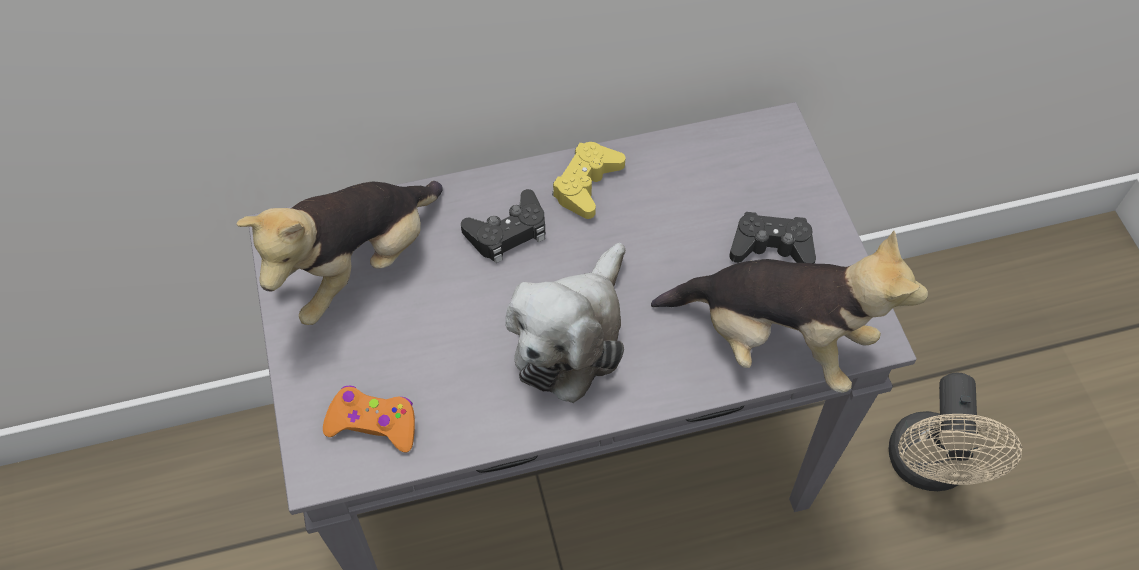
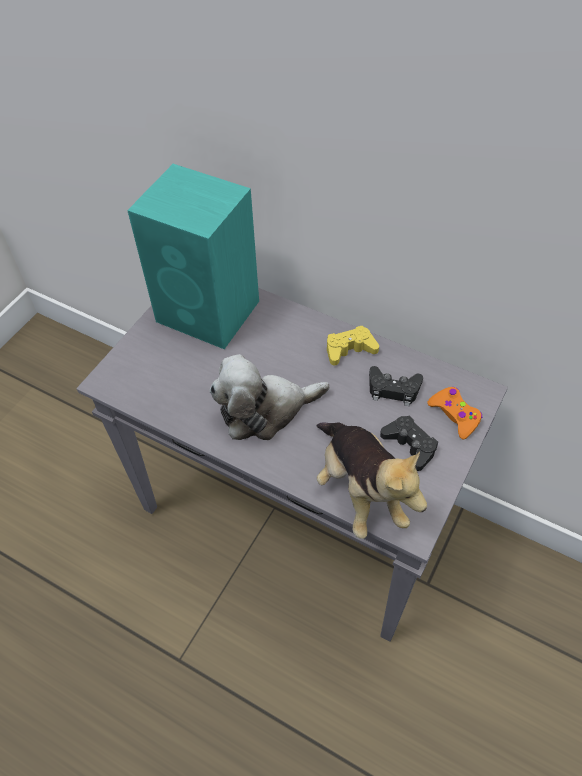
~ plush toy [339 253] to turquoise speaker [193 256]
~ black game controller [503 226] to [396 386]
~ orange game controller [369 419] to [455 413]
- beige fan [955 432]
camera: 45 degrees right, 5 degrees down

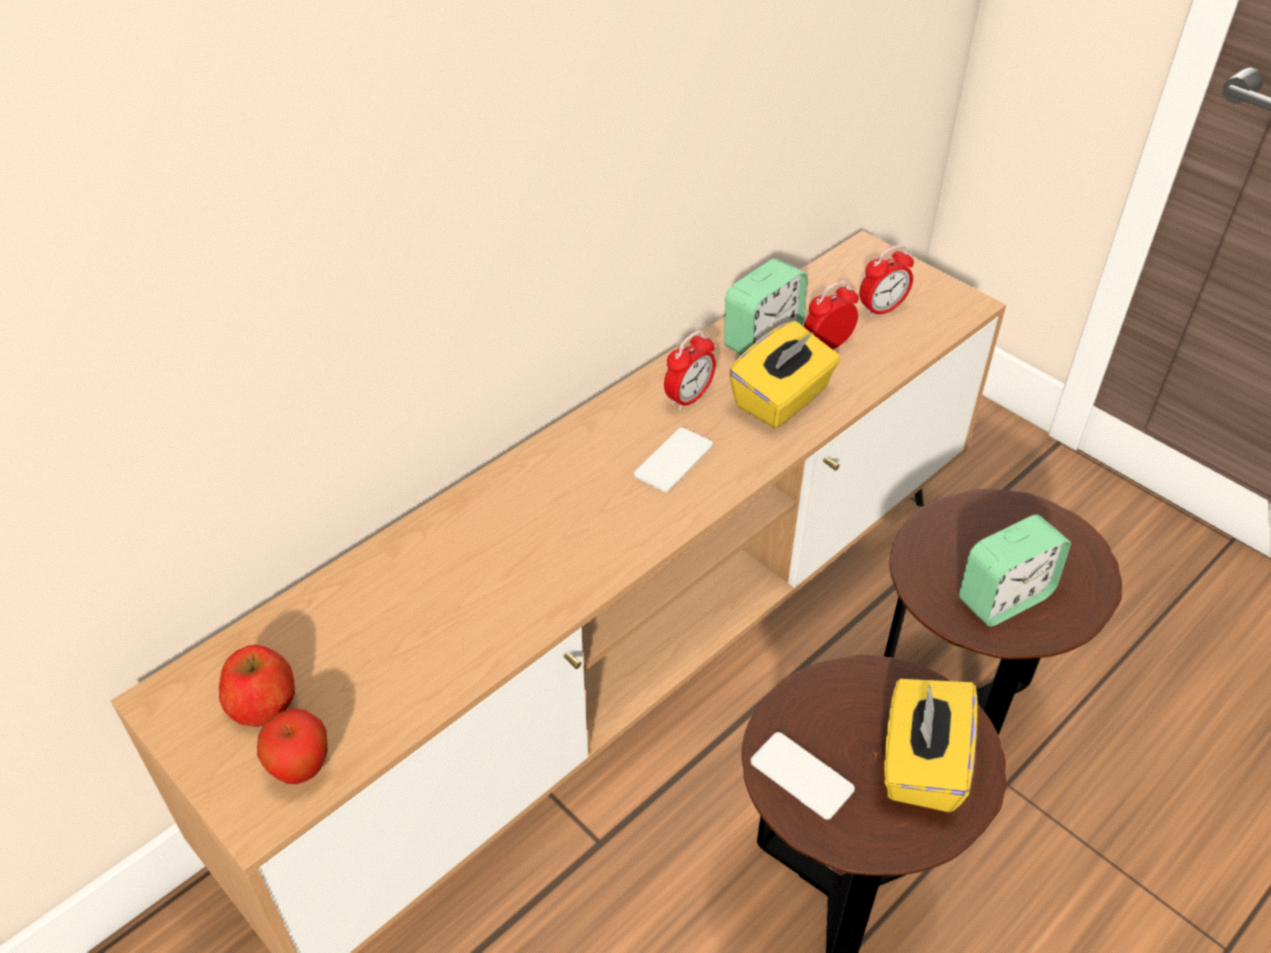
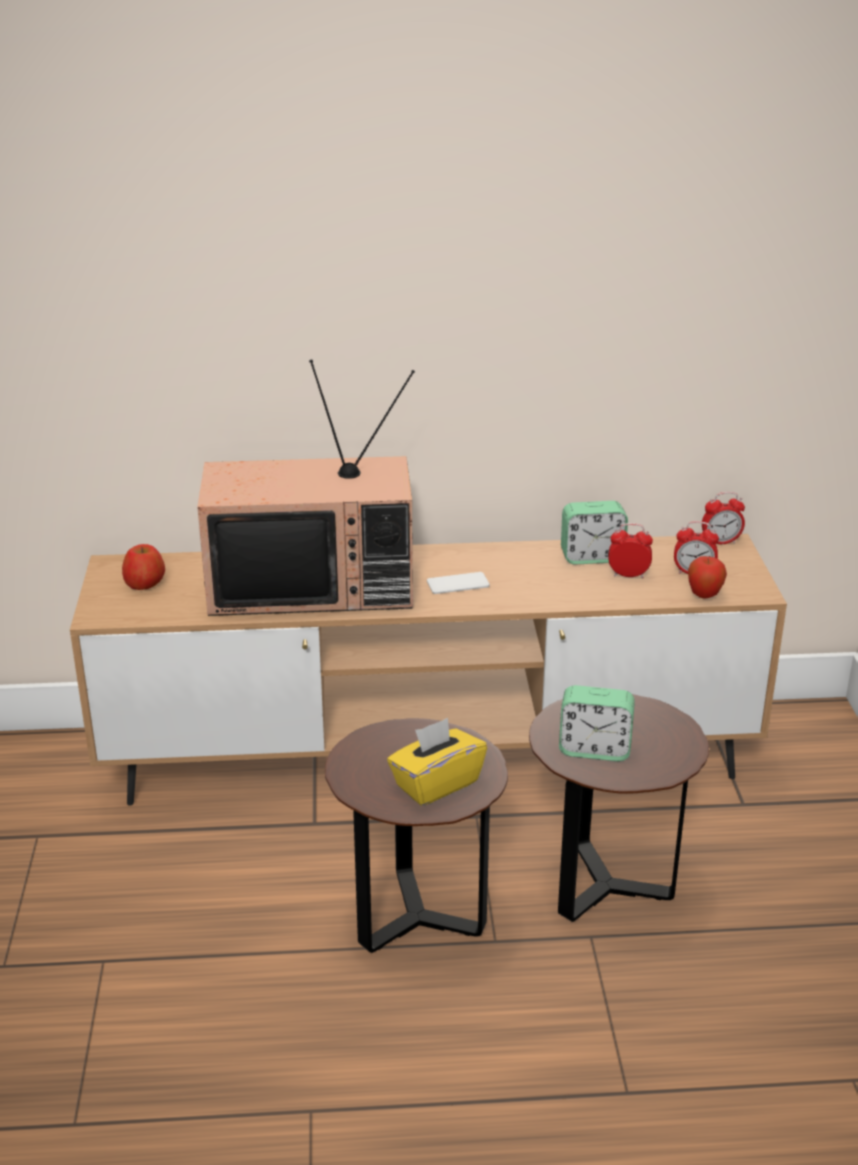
+ television [306 487]
~ apple [292 746] to [707 577]
~ alarm clock [690 370] to [723 518]
- yellow tissue box [785 374]
- phone [803 776]
camera: 40 degrees right, 15 degrees down

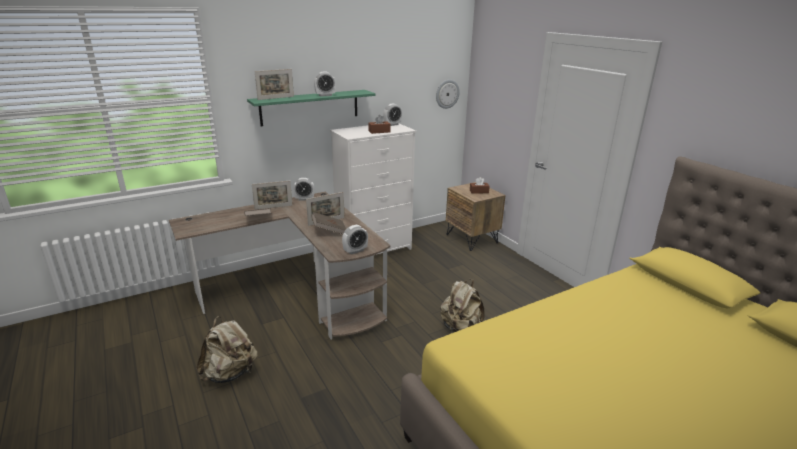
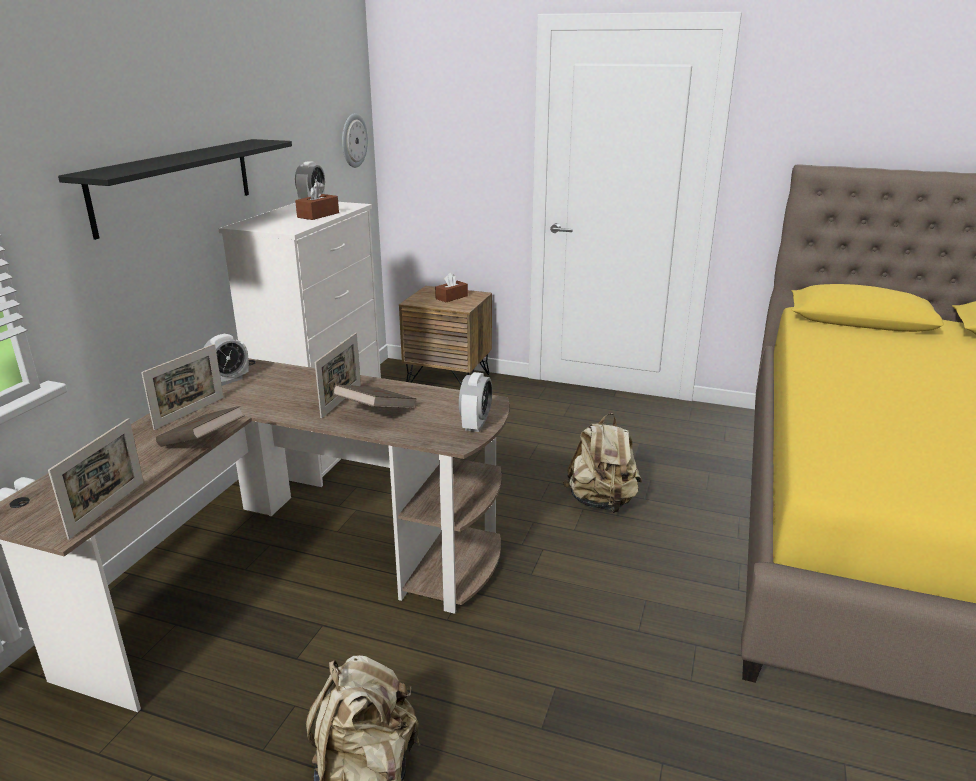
~ picture frame [274 84] to [96 479]
~ green shelf [311 108] to black shelf [175 189]
- alarm clock [325 84]
camera: 40 degrees left, 0 degrees up

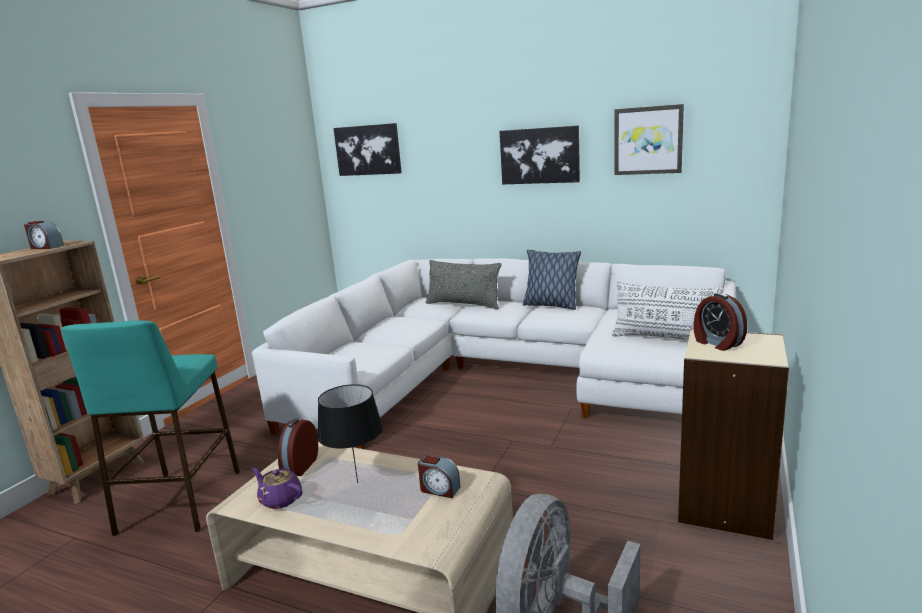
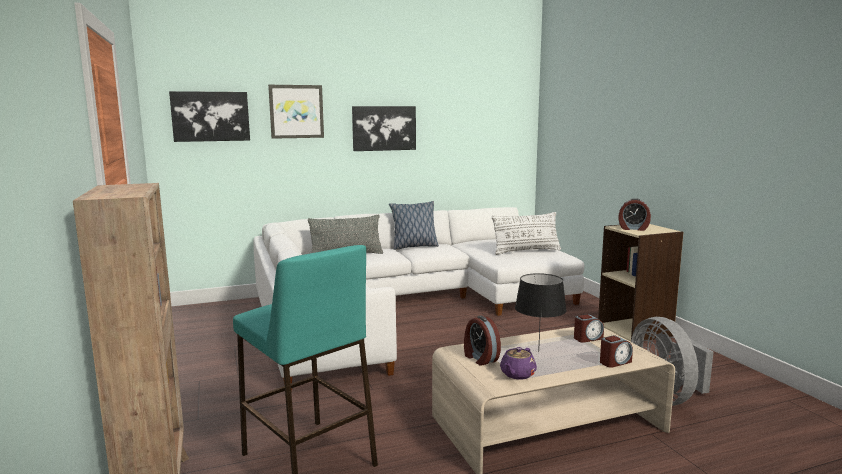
~ picture [649 139] to [296 112]
~ purple teapot [277 488] = [518 363] 45 degrees counterclockwise
~ alarm clock [44 235] to [616 351]
camera: 45 degrees left, 5 degrees down

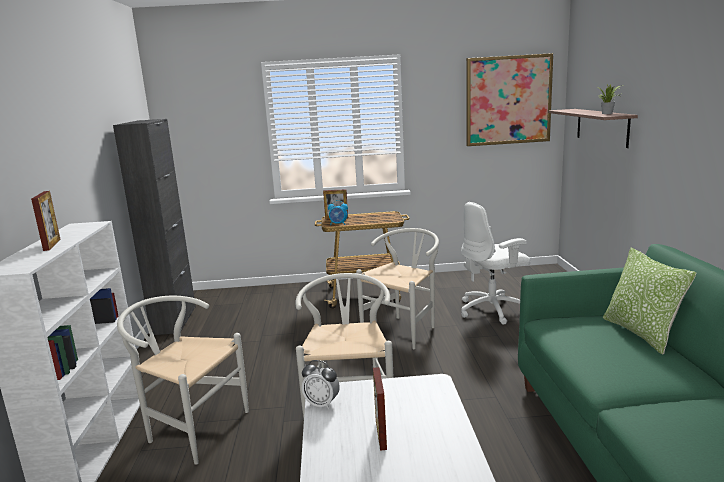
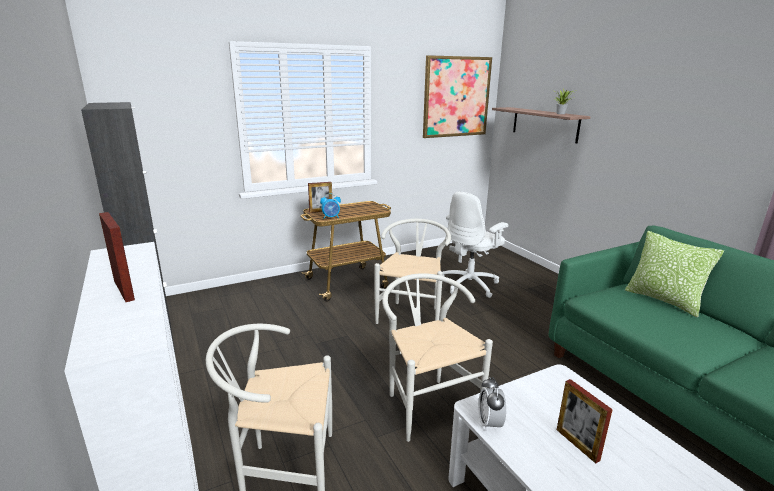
~ alarm clock [321 384] = [492 404] 90 degrees clockwise
camera: 25 degrees left, 5 degrees up

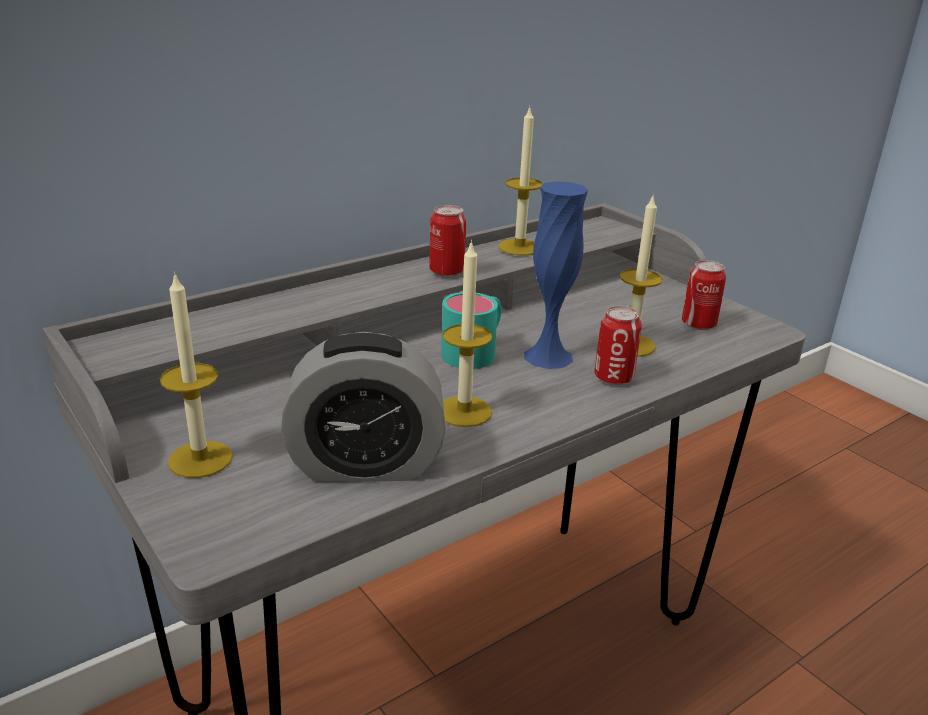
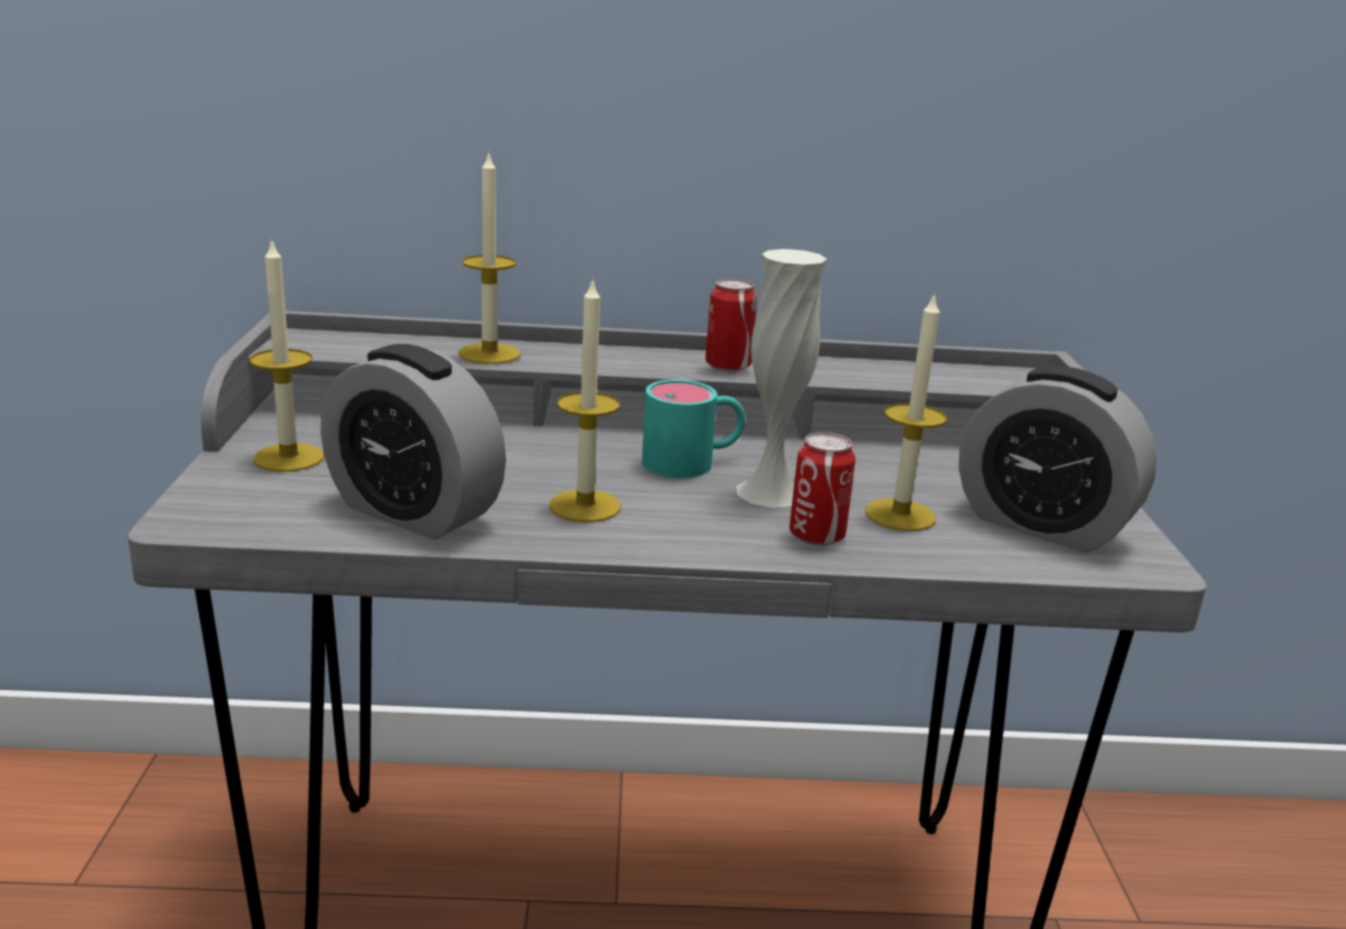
~ candle [520 180] to [489 257]
~ blue vase [556 275] to white vase [782 378]
~ can [704 295] to alarm clock [1058 459]
camera: 35 degrees right, 5 degrees down

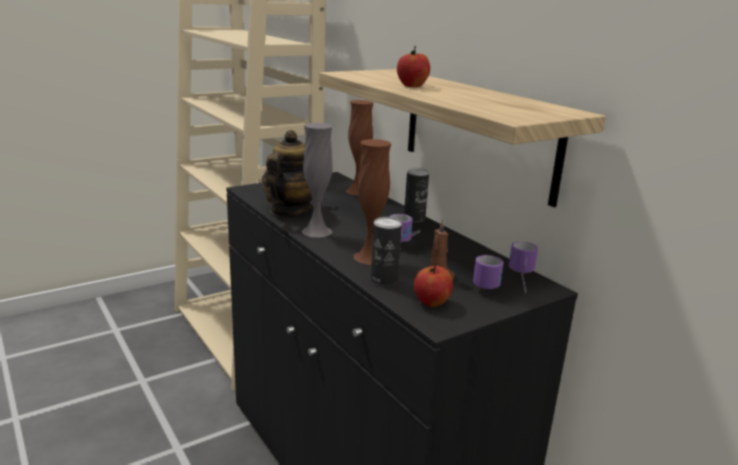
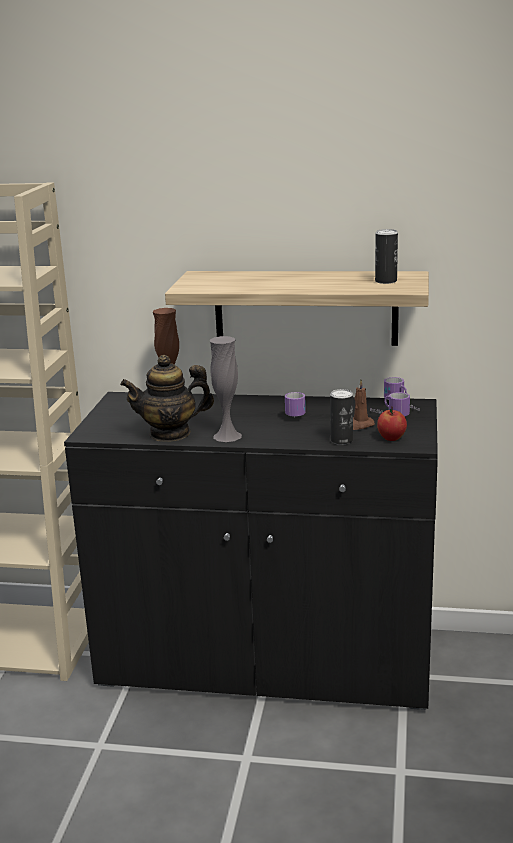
~ teapot [287 173] = [167 398] 75 degrees counterclockwise
~ can [416 195] to [386 256]
- brown vase [372 202]
- apple [413 66]
camera: 45 degrees left, 0 degrees up

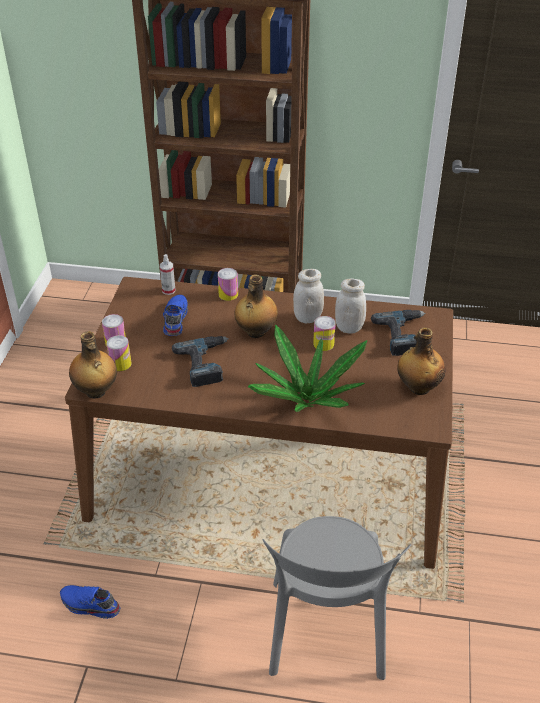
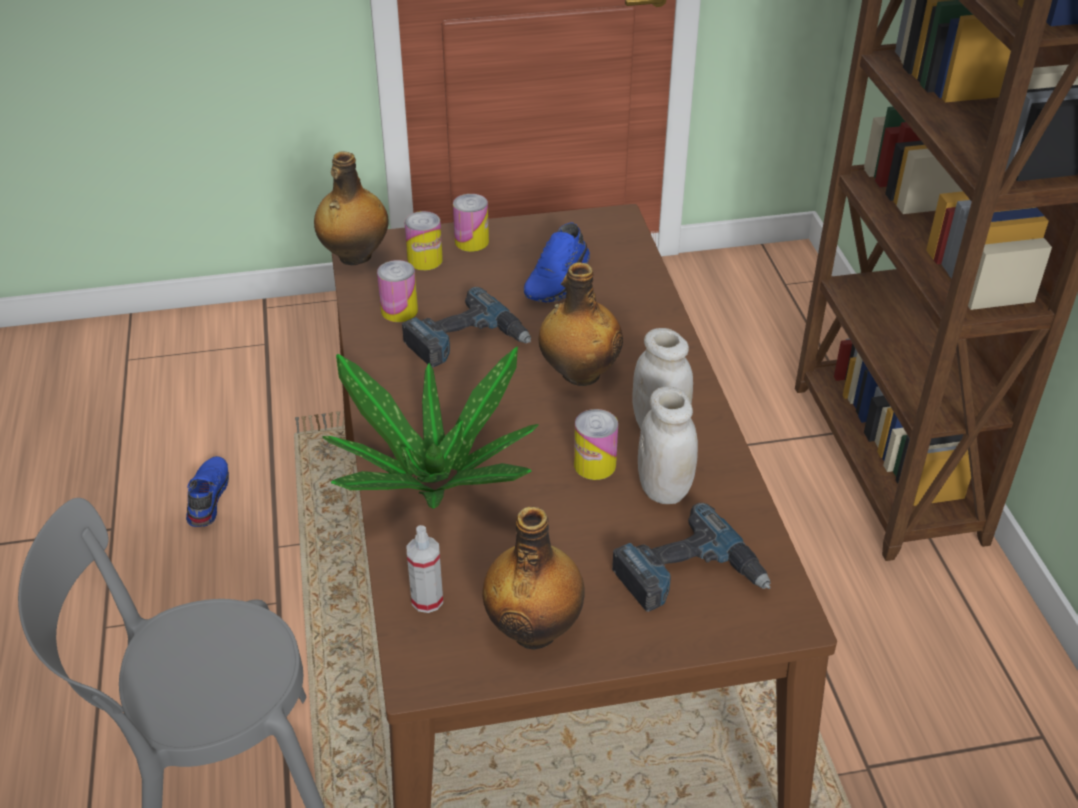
~ can [228 284] to [397 291]
~ spray bottle [167 274] to [425 569]
~ blue shoe [175 315] = [556 262] 135 degrees clockwise
camera: 70 degrees right, 0 degrees up

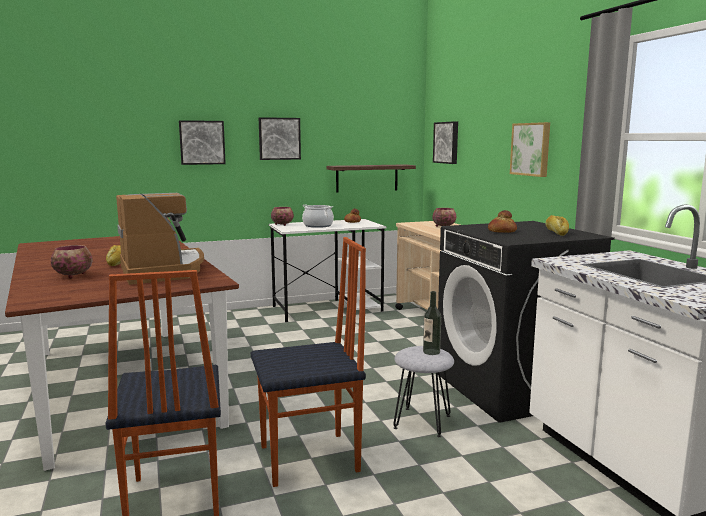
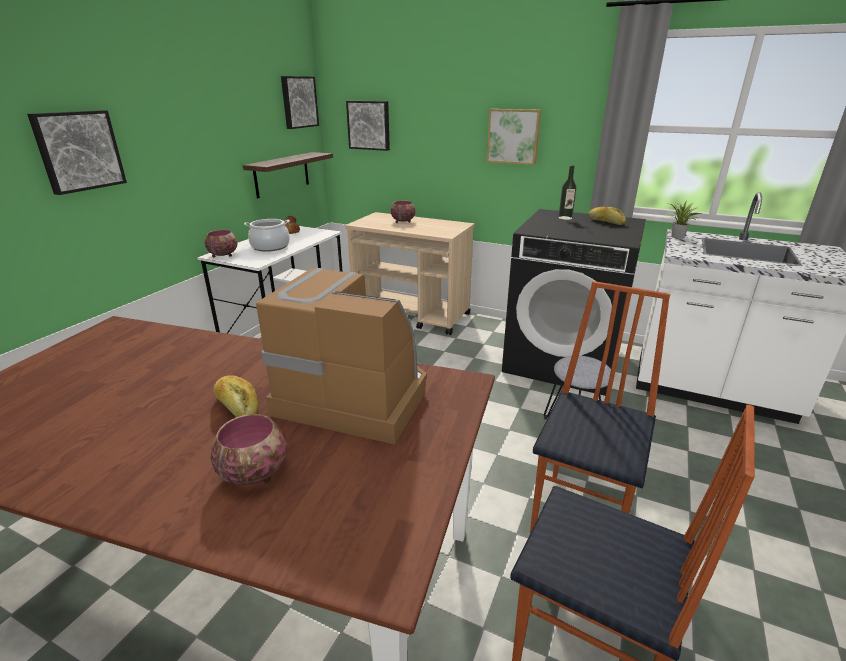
~ picture [280 138] to [300 102]
~ bottle [432 323] to [567 192]
+ potted plant [685 219]
- bread [502 221]
camera: 45 degrees left, 15 degrees up

